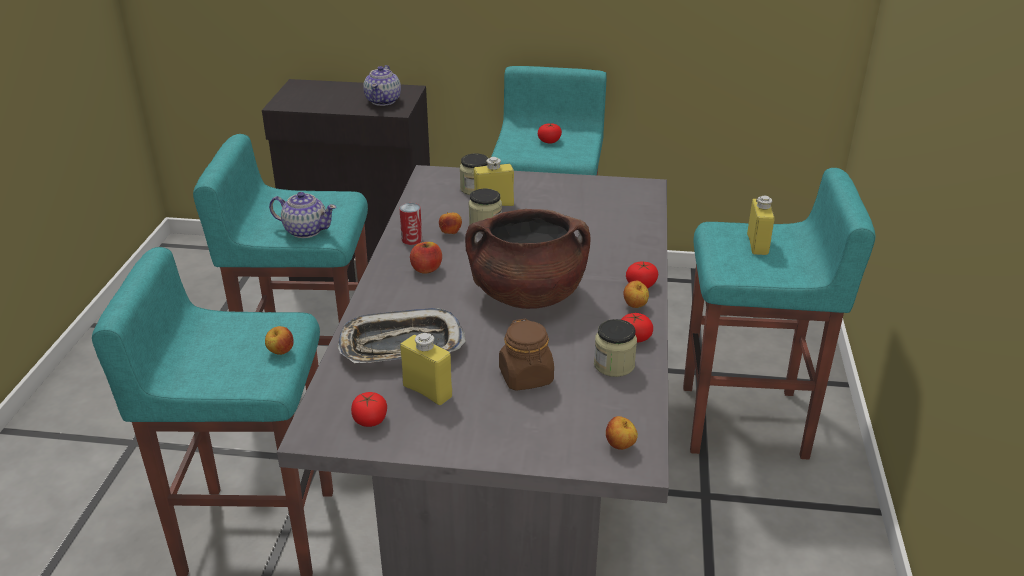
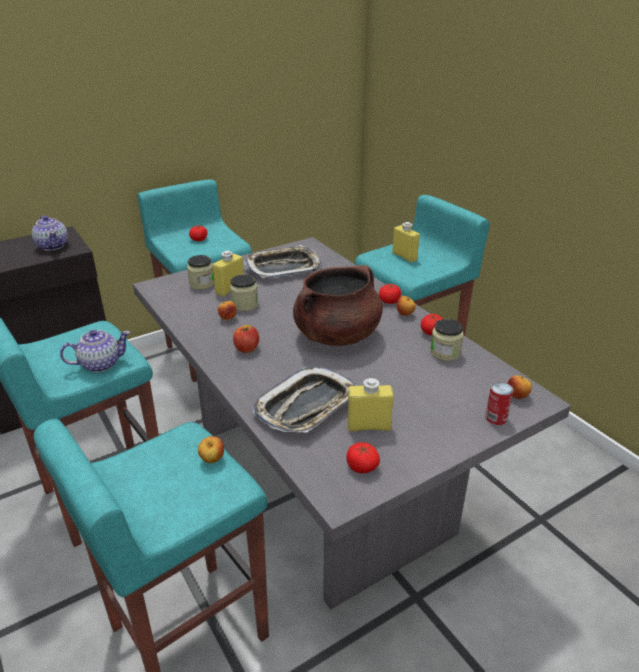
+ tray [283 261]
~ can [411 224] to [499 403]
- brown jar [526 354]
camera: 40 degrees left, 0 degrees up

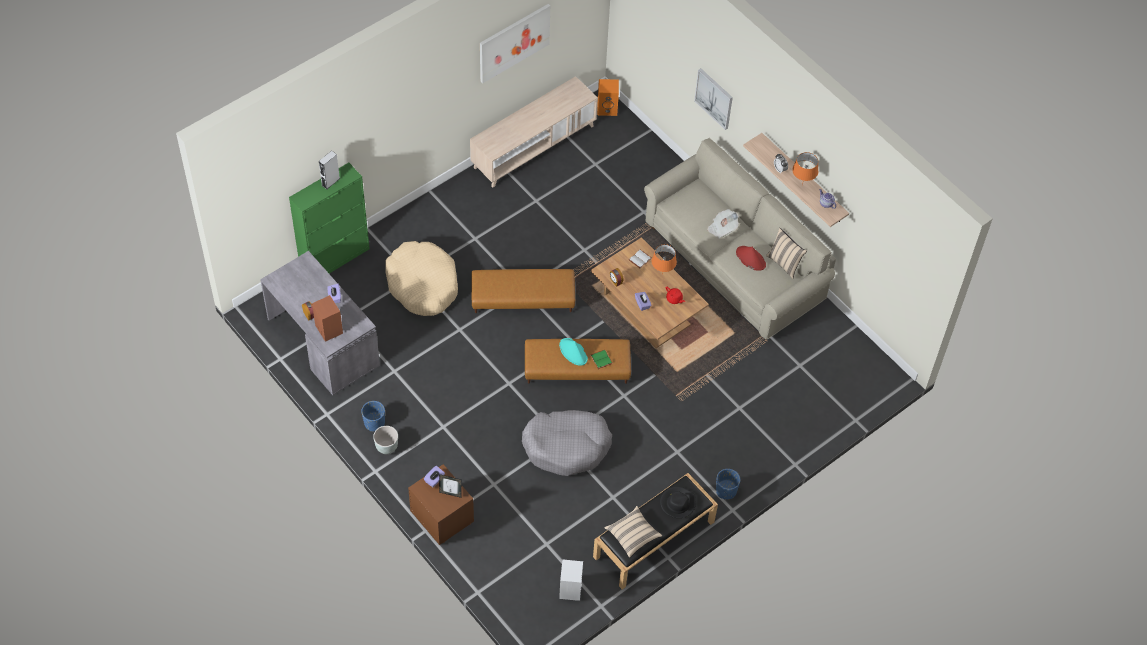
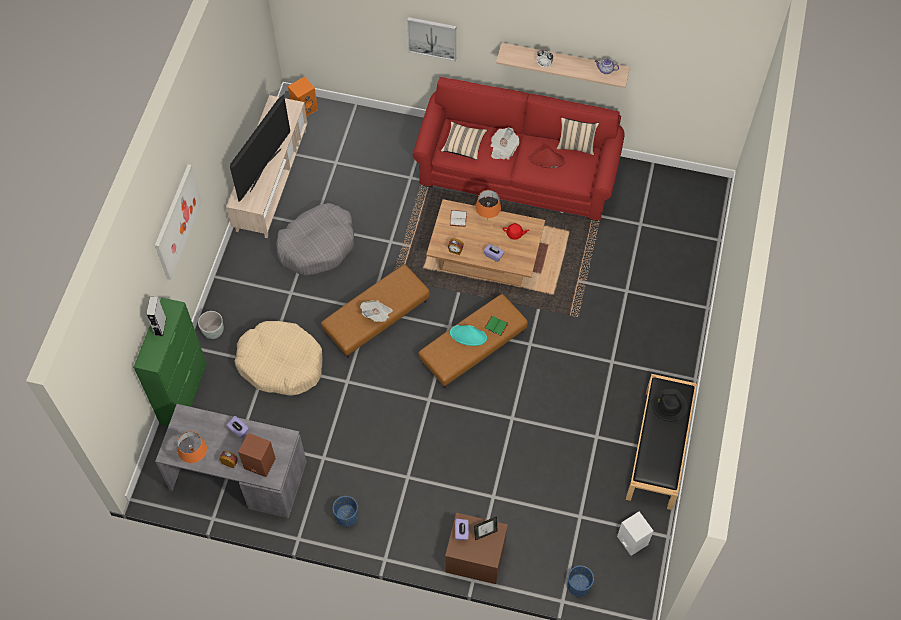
~ picture [515 43] to [178 222]
~ orange table lamp [805 168] to [192 447]
~ grey planter [385 440] to [211 325]
+ television [260 148]
~ grey dog bed [567 443] to [315 239]
+ newspaper [376 311]
~ beige sofa [740 239] to red sofa [518 149]
~ beige pillow [633 532] to [464 141]
~ blue planter [728 484] to [581 581]
camera: 35 degrees left, 5 degrees up

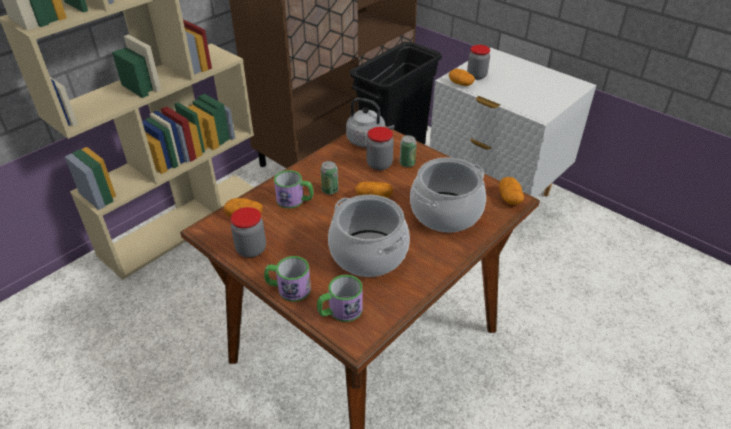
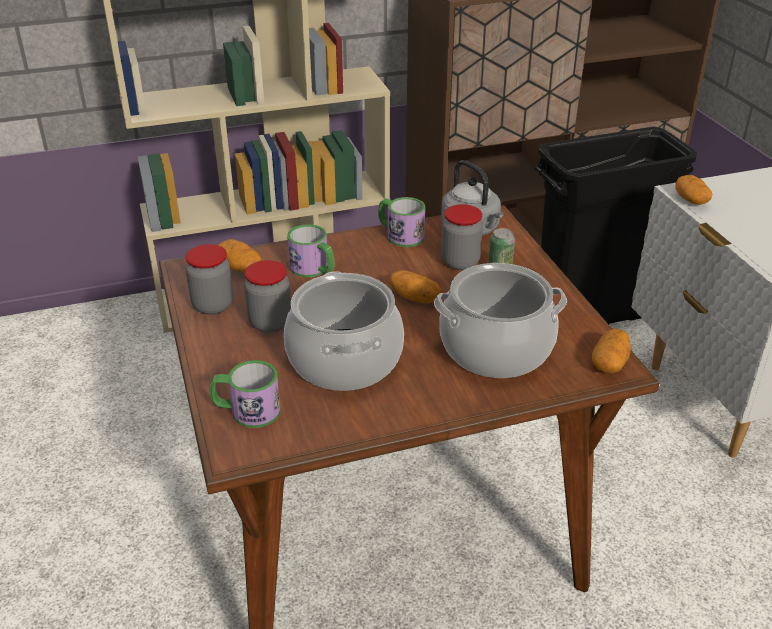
~ jar [478 62] to [267 296]
~ mug [287 279] to [401 222]
- can [329 177]
camera: 30 degrees right, 5 degrees down

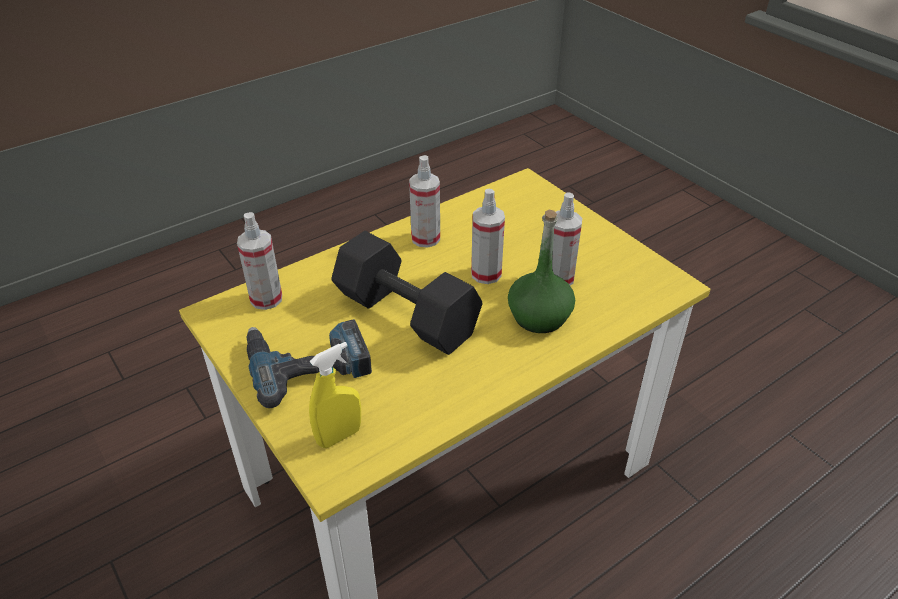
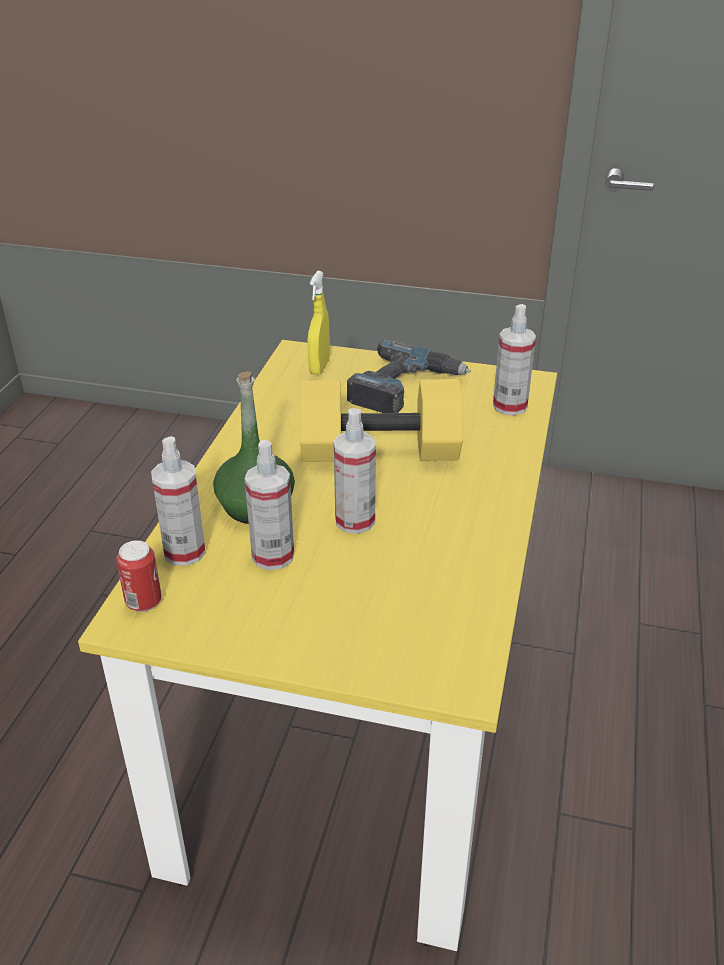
+ can [139 576]
~ spray bottle [424 201] to [178 501]
~ black dumbbell [406 293] to yellow dumbbell [381 420]
camera: 140 degrees right, 5 degrees down

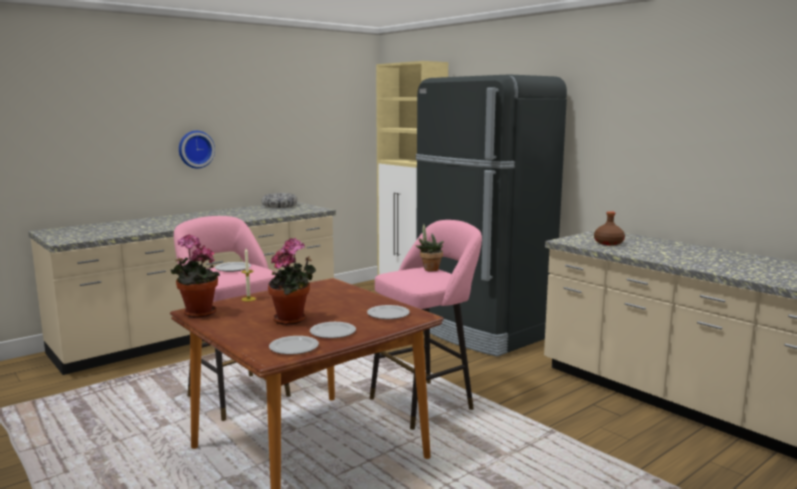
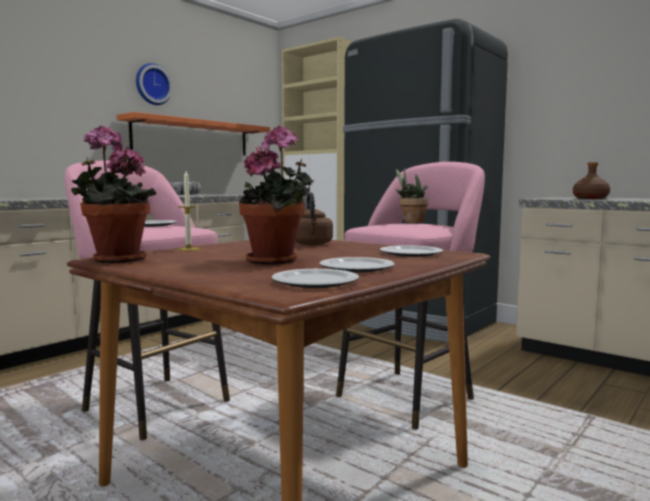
+ orange shelf [193 134]
~ wall clock [197 150] to [154 84]
+ brown kettle [314 218]
camera: 10 degrees left, 5 degrees down

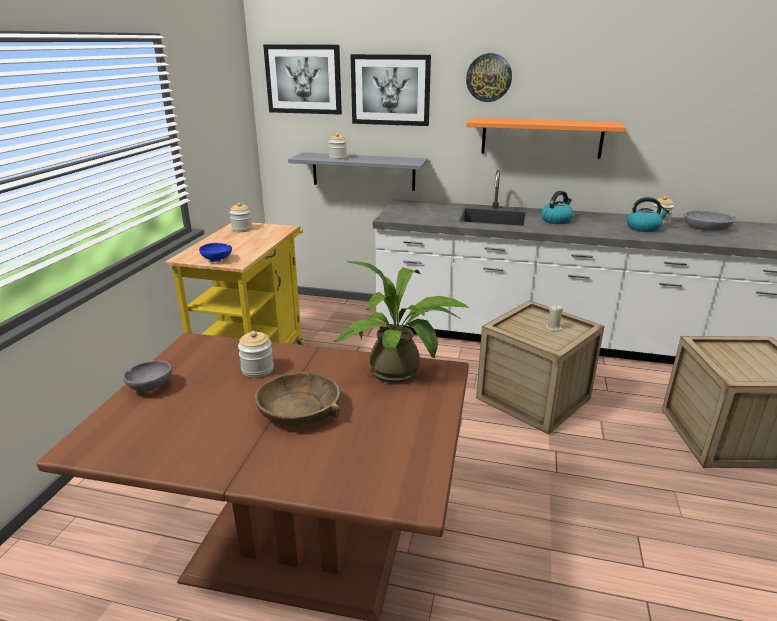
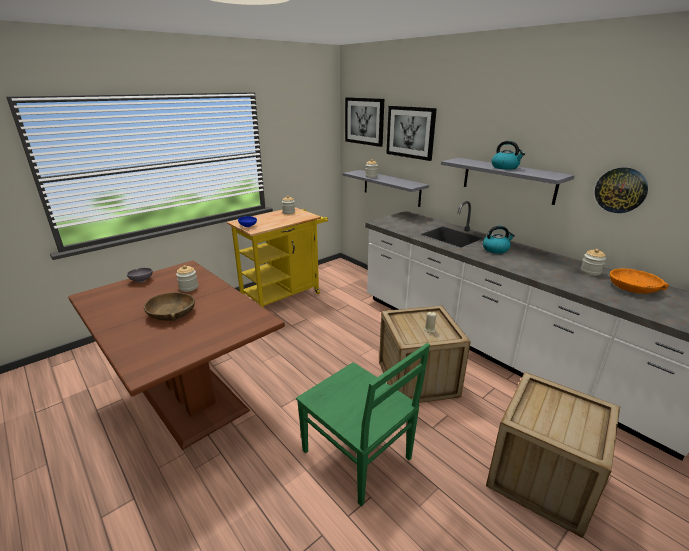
+ green chair [363 425]
~ orange shelf [546 138] to grey shelf [508 181]
~ kettle [648 214] to [508 155]
~ wall clock [489 77] to [621 190]
~ grey bowl [709 221] to orange bowl [639 281]
- potted plant [401 322]
camera: 35 degrees right, 0 degrees up

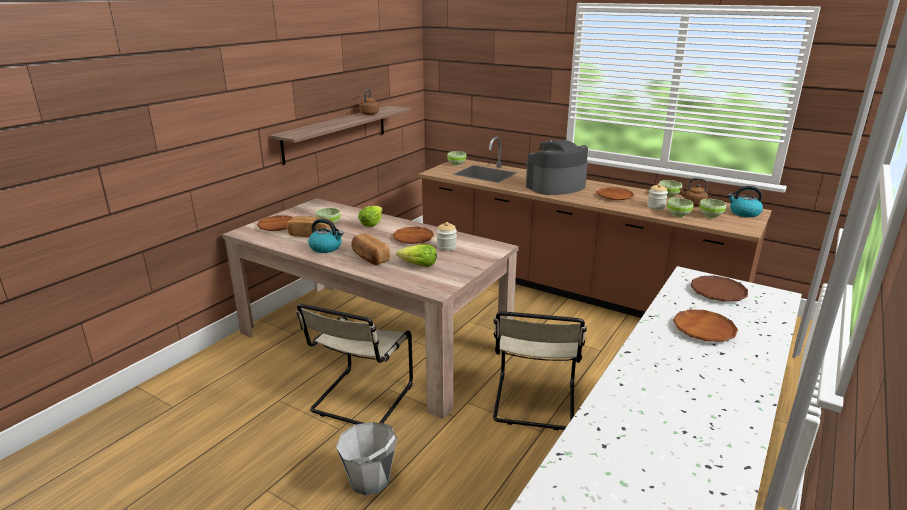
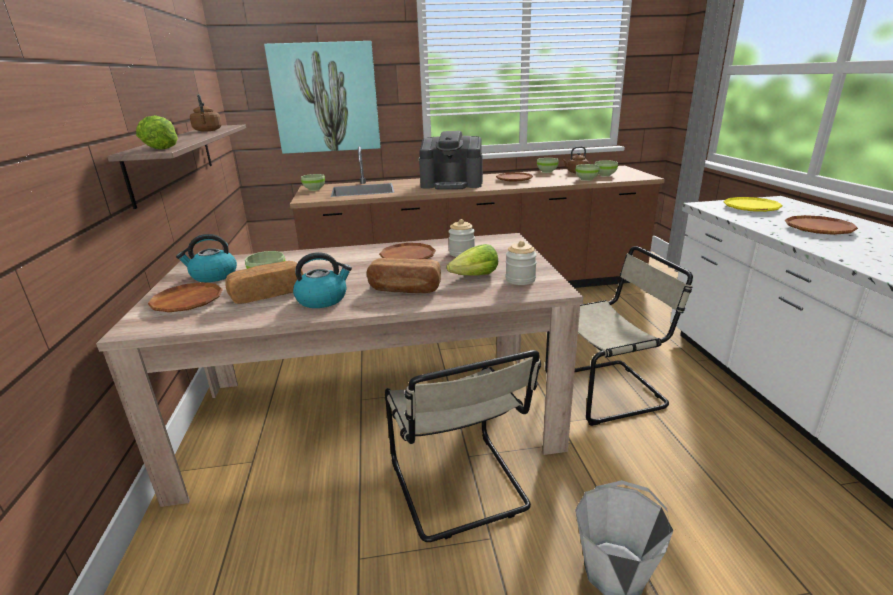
~ lettuce [370 216] to [157 132]
~ kettle [745 201] to [206 258]
+ picture [322 97]
~ coffee machine [557 167] = [451 160] 105 degrees counterclockwise
~ jar [657 197] to [521 263]
~ beige chair [540 370] = [619 336] 75 degrees counterclockwise
~ brown plate [719 289] to yellow plate [753 204]
camera: 40 degrees left, 0 degrees up

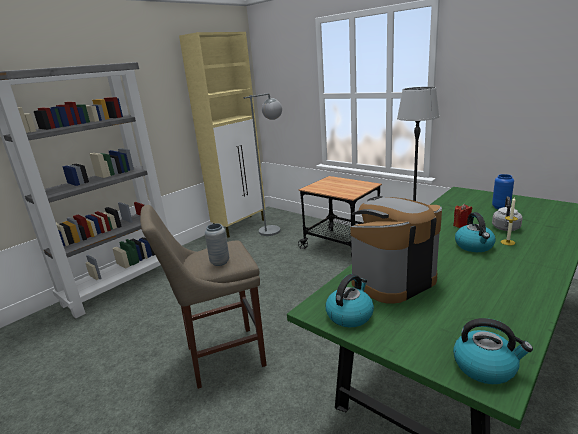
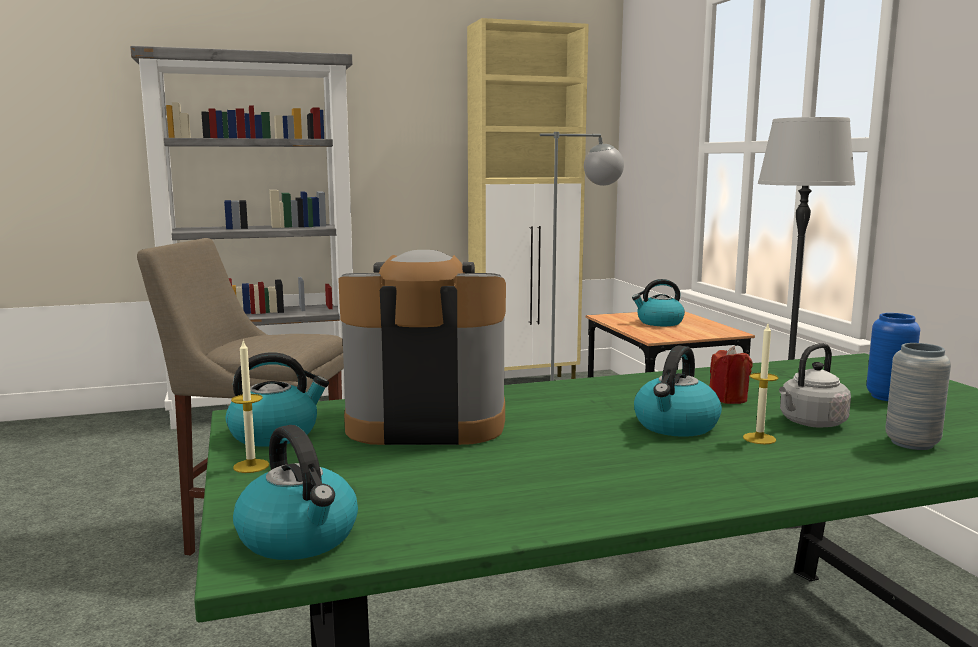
+ candle [250 407]
+ kettle [658 302]
~ grey vase [217 244] to [918 396]
camera: 30 degrees right, 10 degrees down

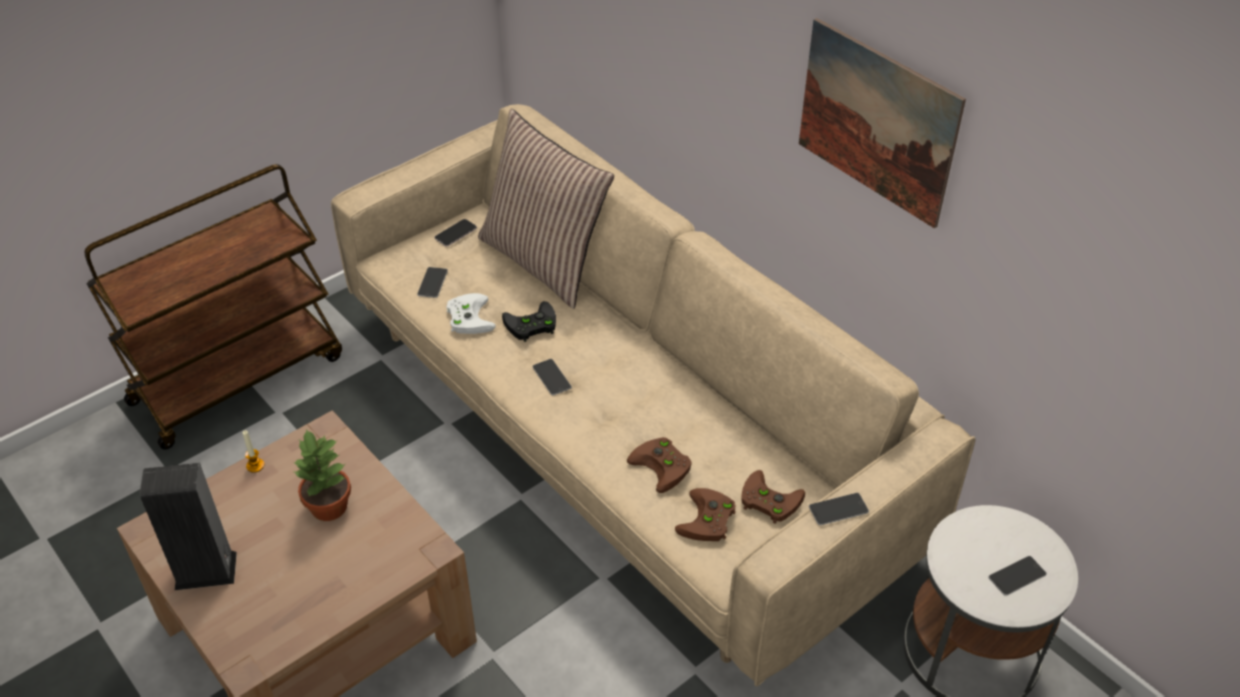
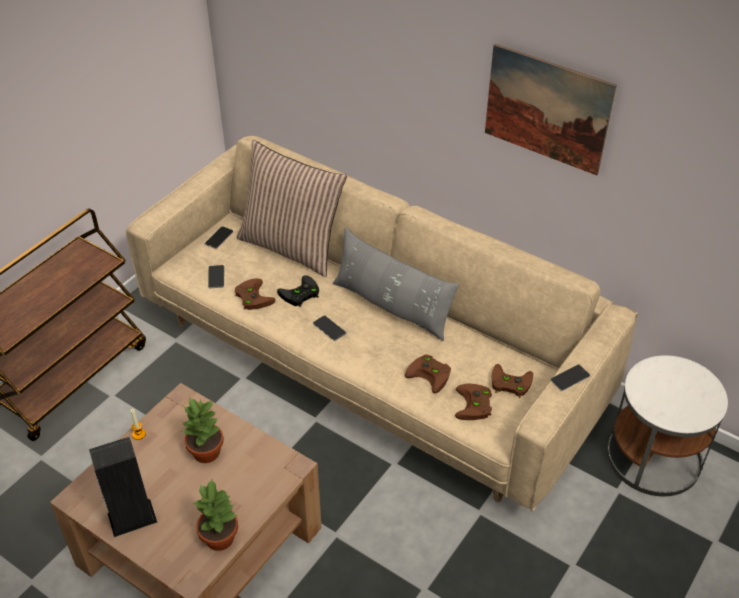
+ potted plant [215 515]
~ white game controller [471 313] to brown game controller [255 294]
+ grey pillow [396 284]
- phone [1018 576]
camera: 15 degrees left, 0 degrees up

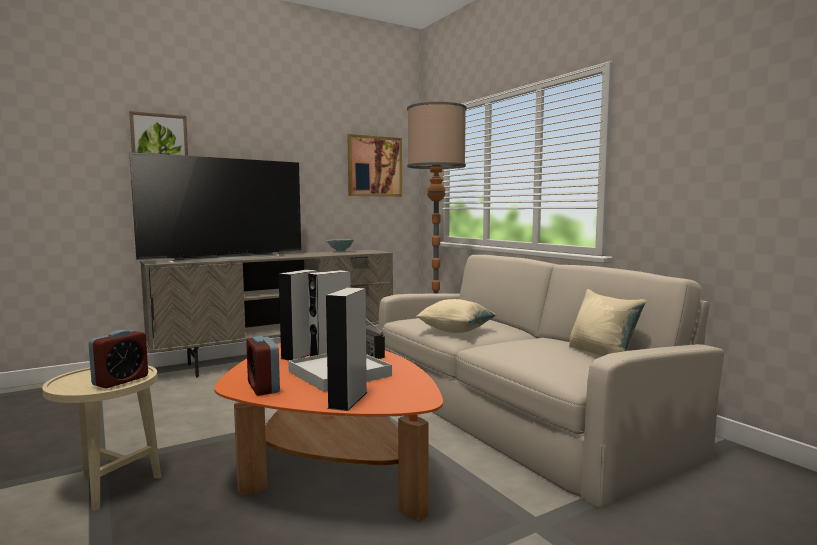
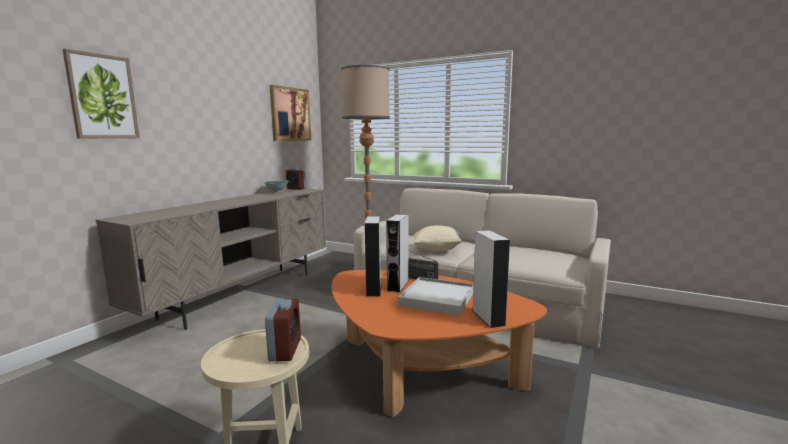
~ alarm clock [263 366] to [296 179]
- television [215 207]
- beige pillow [607 322]
camera: 30 degrees left, 5 degrees up

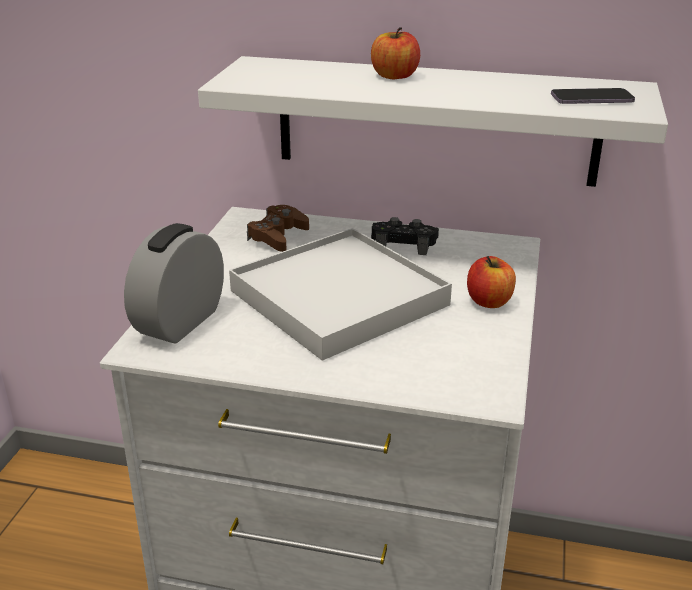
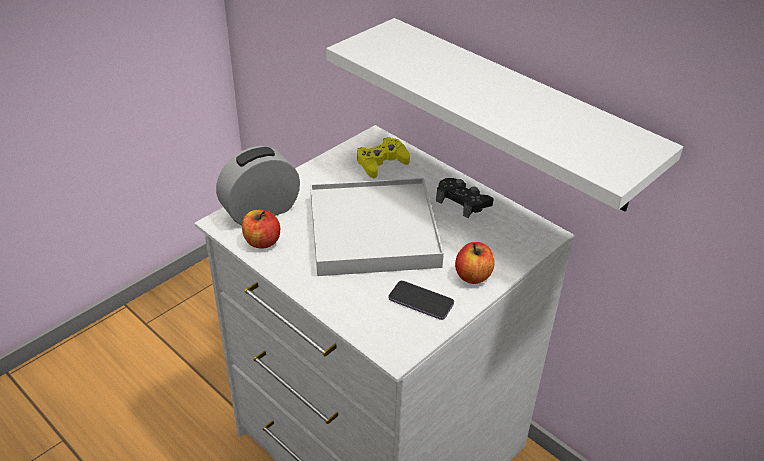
~ apple [395 53] to [261 229]
~ brown game controller [278 228] to yellow game controller [383 157]
~ phone [593 96] to [421 300]
camera: 30 degrees right, 10 degrees up

